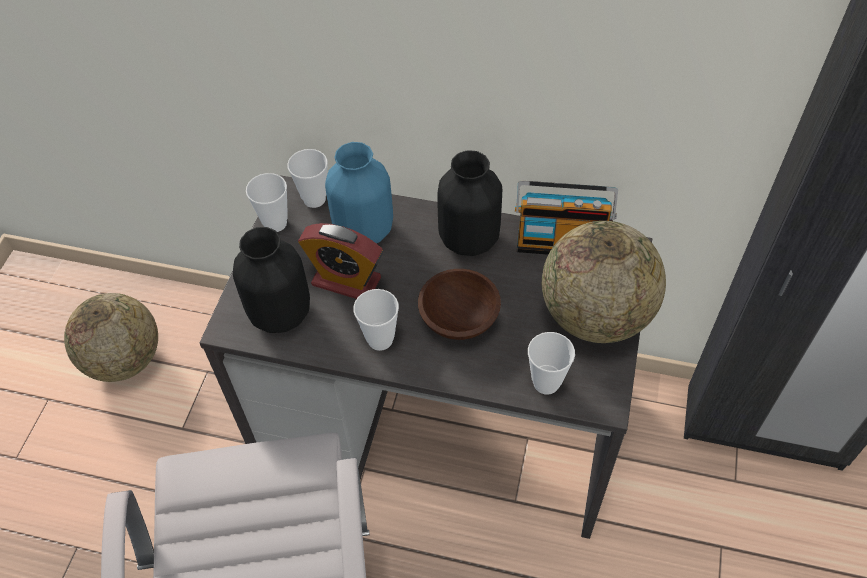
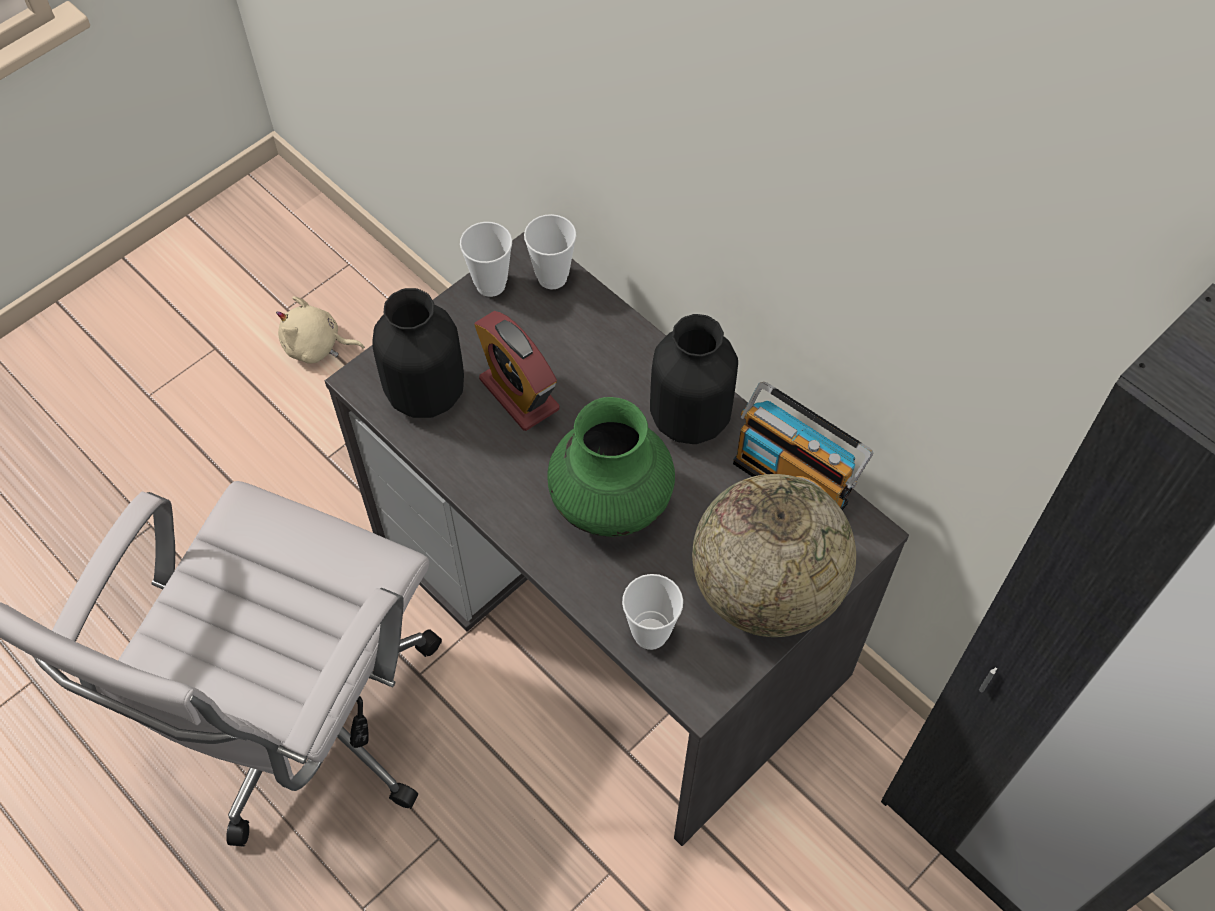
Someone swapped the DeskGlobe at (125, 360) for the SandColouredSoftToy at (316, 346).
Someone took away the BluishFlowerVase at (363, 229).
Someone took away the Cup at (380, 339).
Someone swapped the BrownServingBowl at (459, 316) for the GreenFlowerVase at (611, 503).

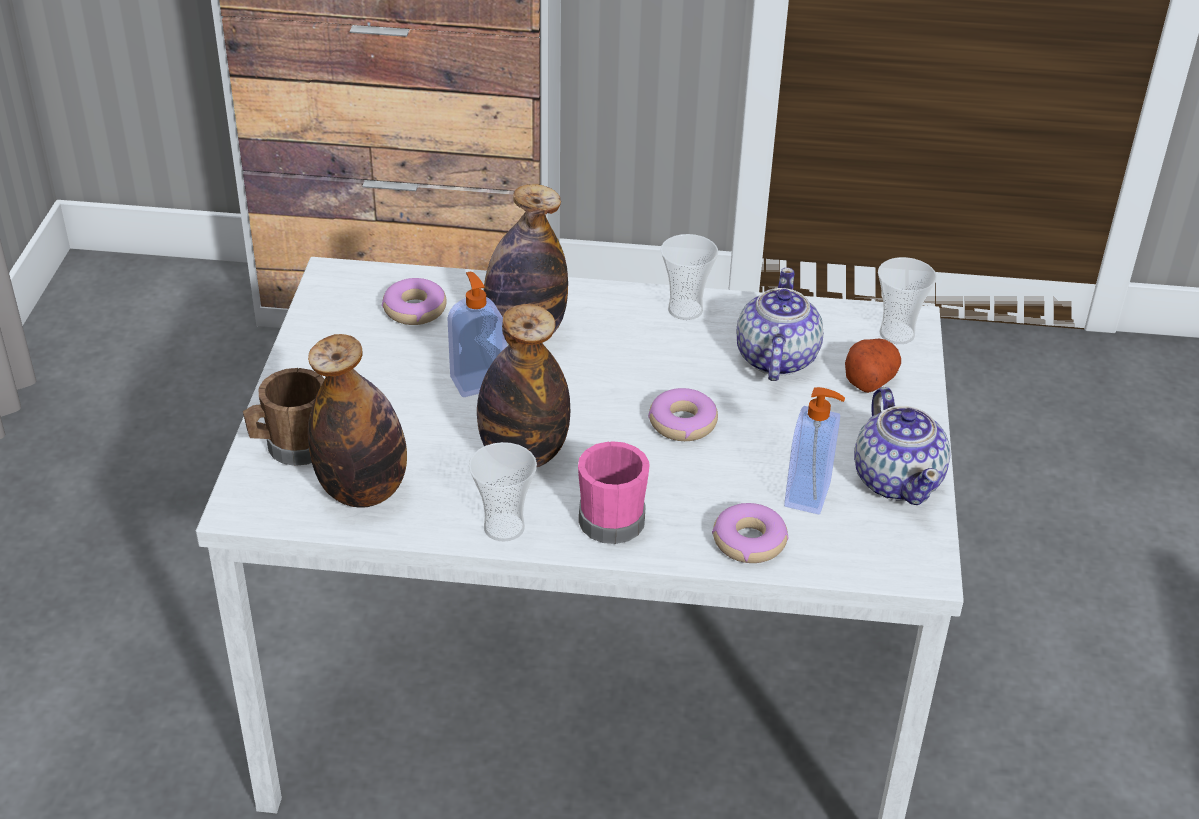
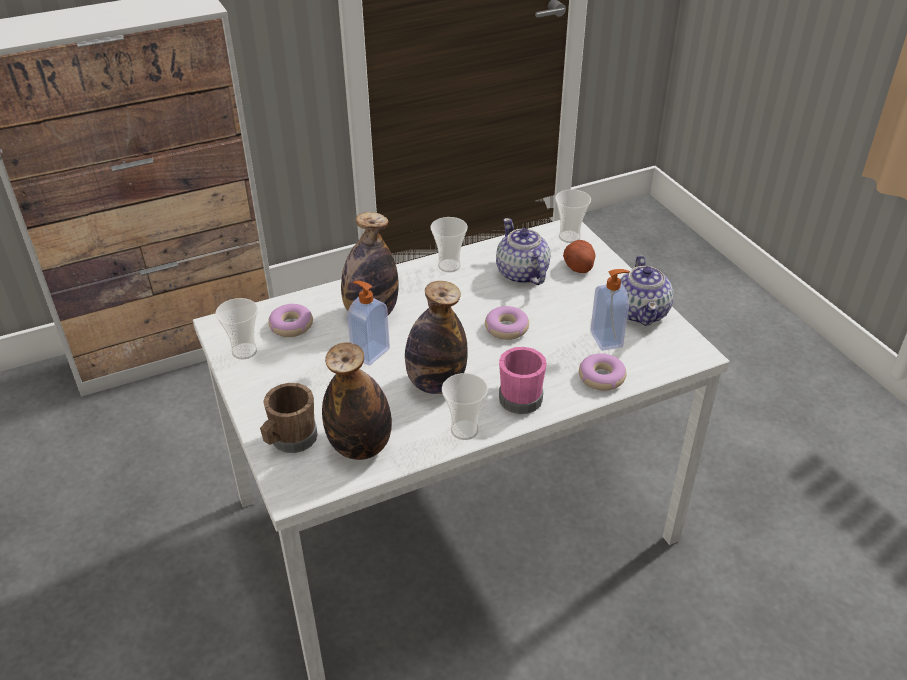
Someone rotated the Teapot at (897, 479) by 45 degrees clockwise.
Someone put down the Cup at (244, 351).

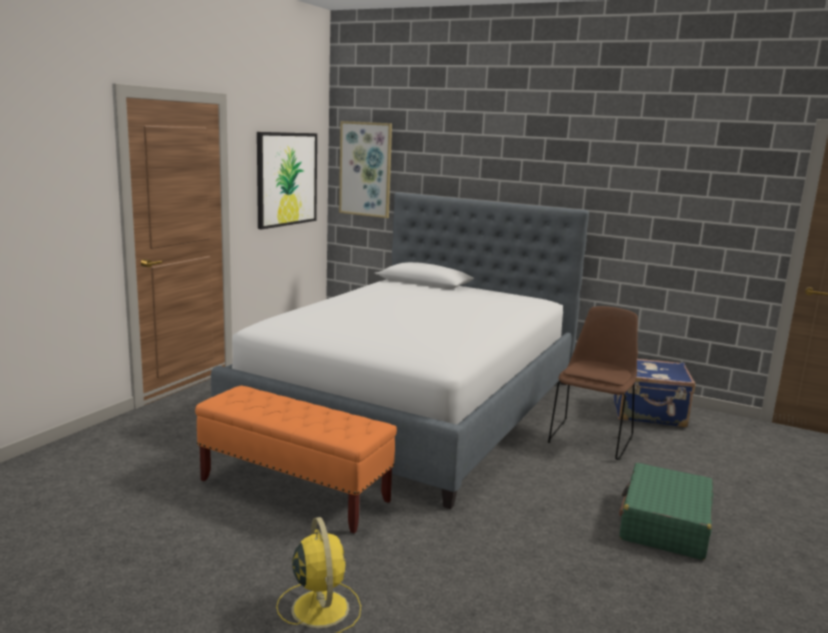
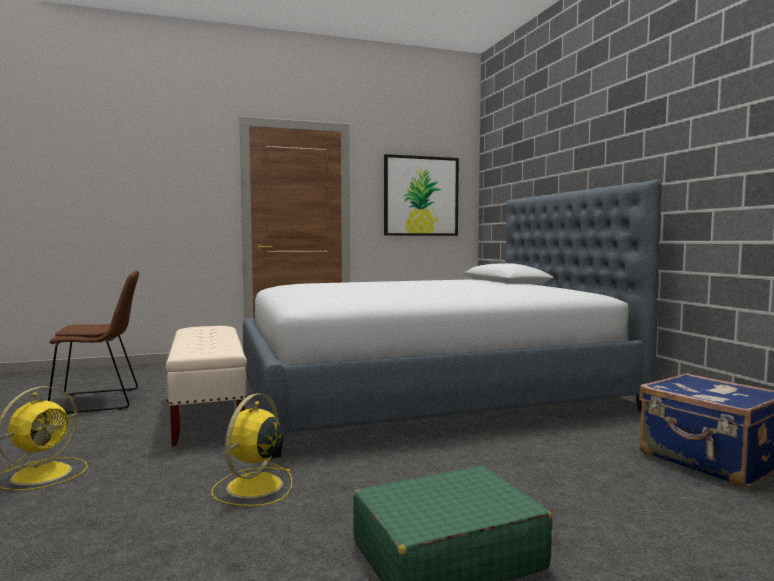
Someone repainted the OrangeColouredIndoorBench at (294, 491), which became the SandColouredIndoorBench at (208, 414).
Someone took away the WallArt at (365, 169).
Someone carried the BrownChair from (591, 438) to (100, 401).
Someone put down the YellowElectricFan at (253, 487).

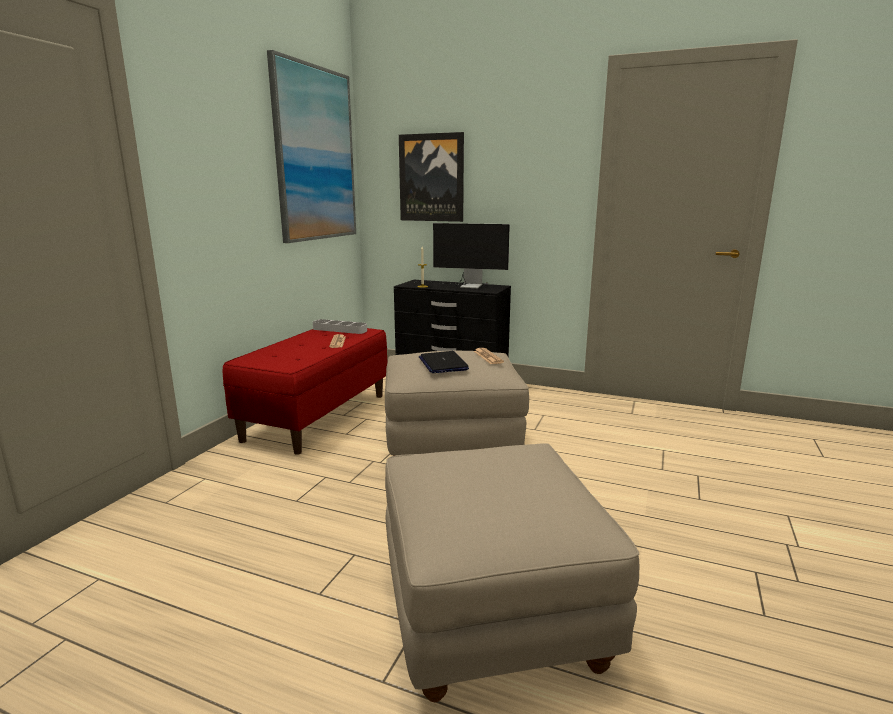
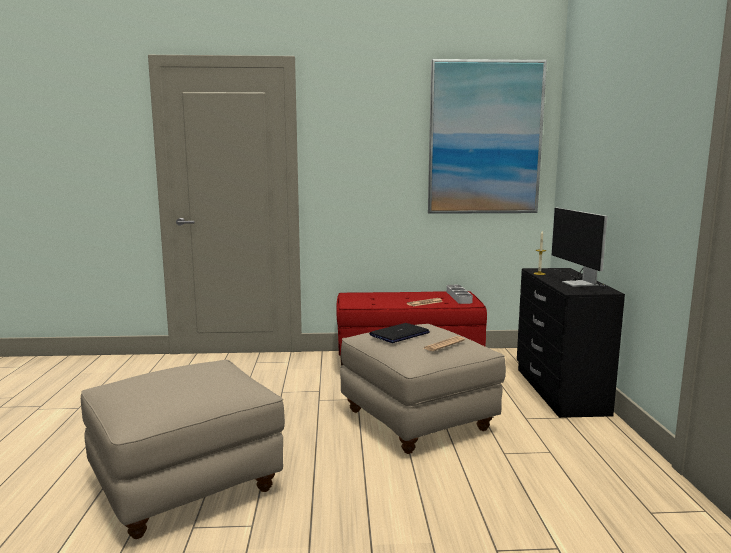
Someone took away the WallArt at (431, 178).

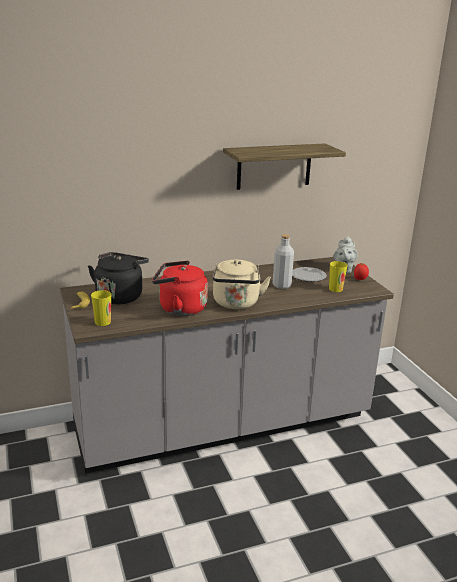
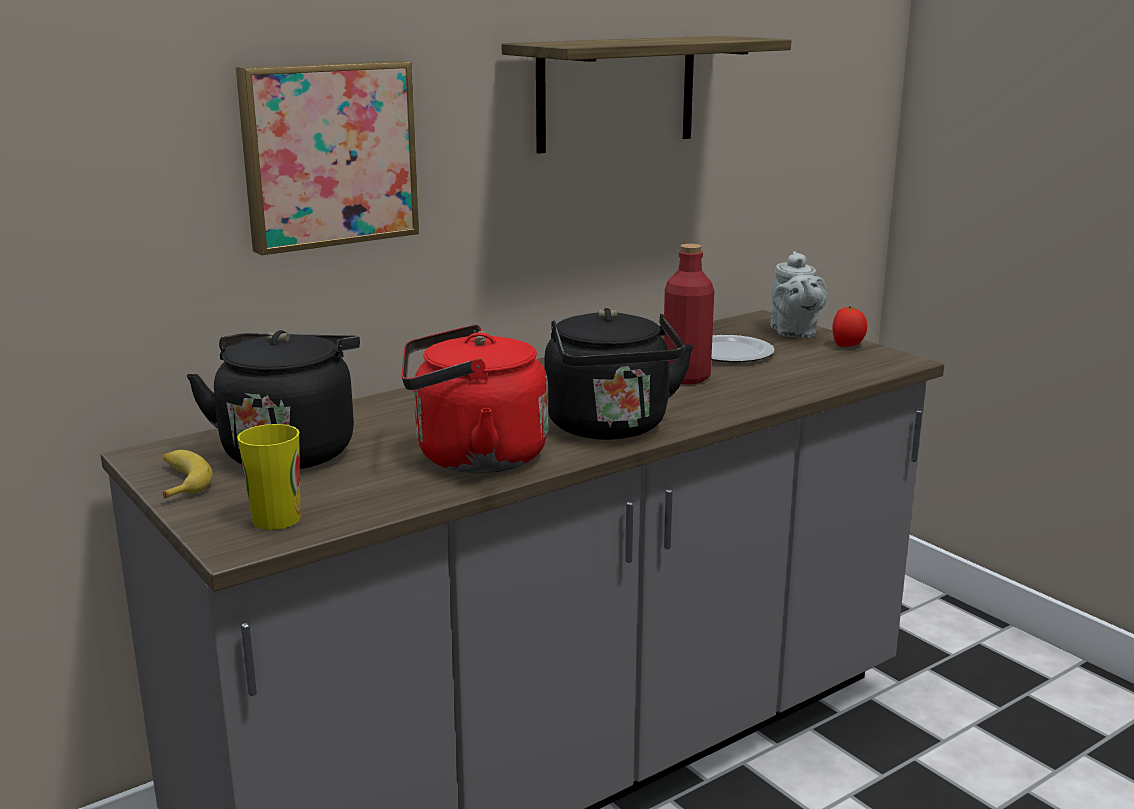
Someone repainted the SandColouredKettle at (236, 304), which became the BlackColouredKettle at (610, 428).
Someone repainted the GrayBeverageBottle at (281, 285), which became the RedColouredBeverageBottle at (686, 378).
Someone took away the Cup at (335, 289).
Someone put up the WallArt at (328, 154).

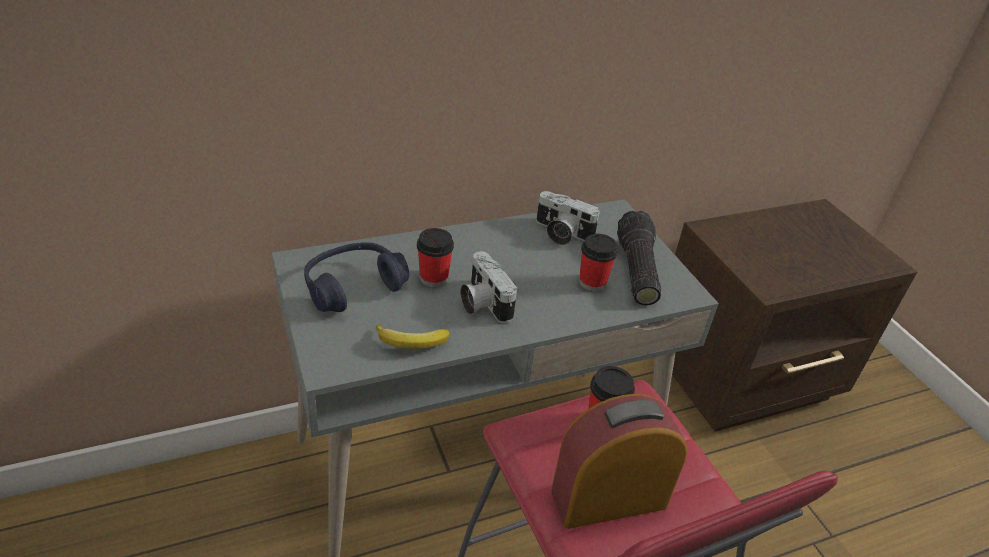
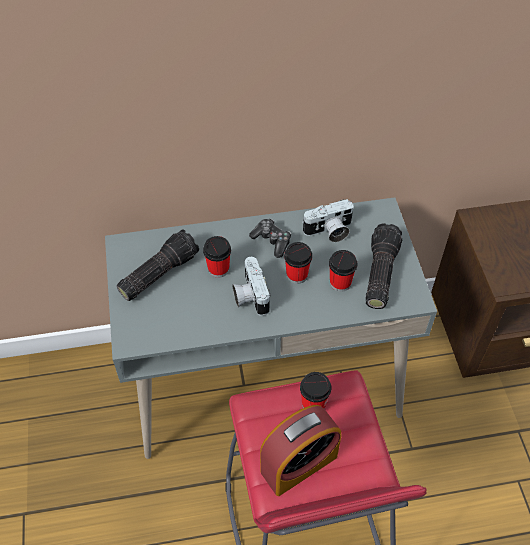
Someone swapped the BluishHeadphones at (353, 287) for the Flashlight at (158, 272).
Someone took away the BananaFruit at (411, 343).
Someone rotated the PhotoCamera at (561, 233) by 60 degrees counterclockwise.
Someone rotated the TableClock at (608, 498) by 150 degrees clockwise.
Someone put down the GameController at (272, 241).
Someone put down the Cup at (297, 275).

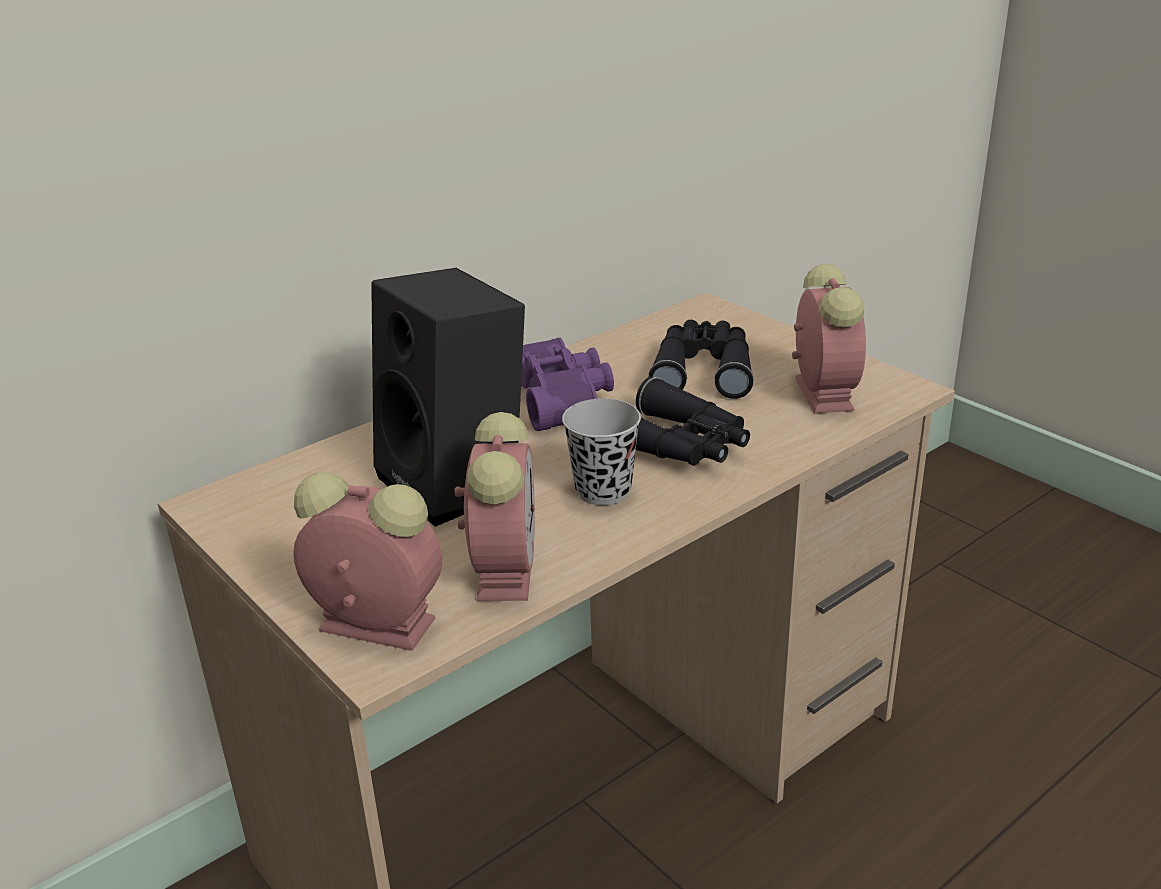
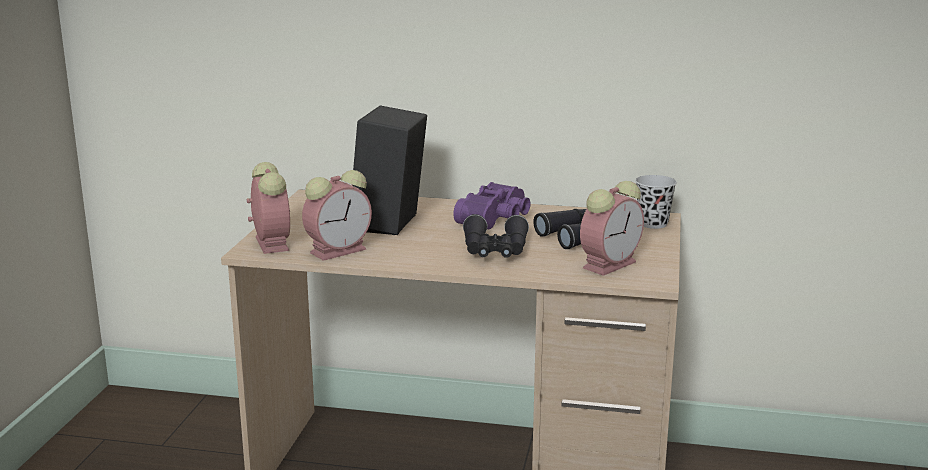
Someone carried the BlackColouredCup from (603, 491) to (653, 224).

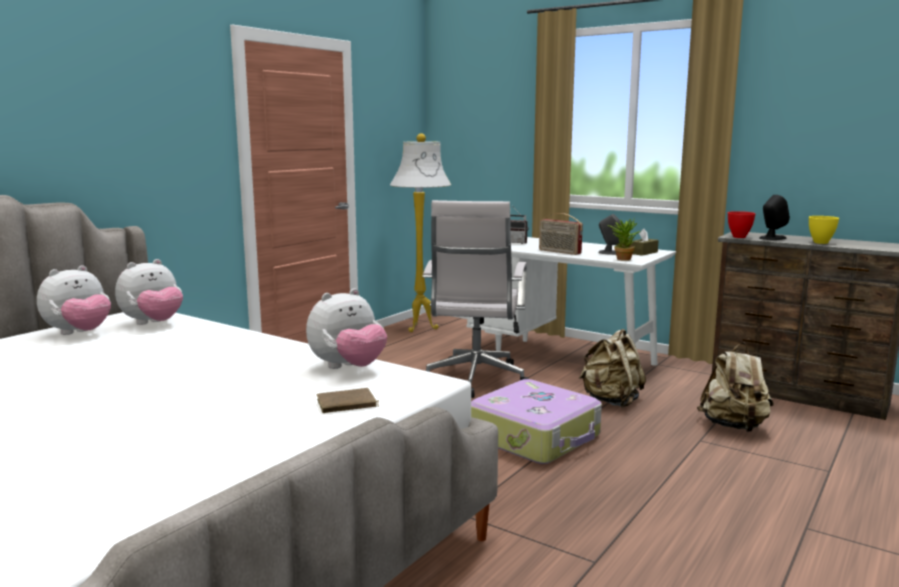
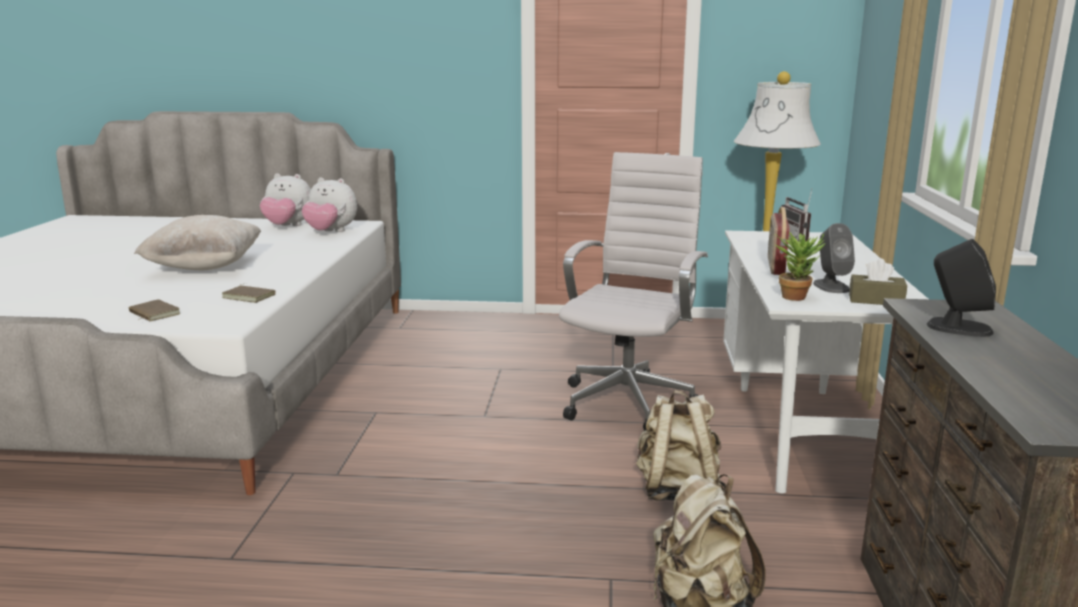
Someone swapped the SoftToy at (348, 368) for the BrownVolume at (250, 296).
Someone rotated the WhiteDeskChair at (475, 381) by 135 degrees clockwise.
Someone took away the PieceOfLuggage at (536, 436).
Someone took away the RedColouredServingBowl at (738, 237).
Someone took away the YellowServingBowl at (821, 243).
Someone put down the SandColouredThrowPillow at (204, 267).

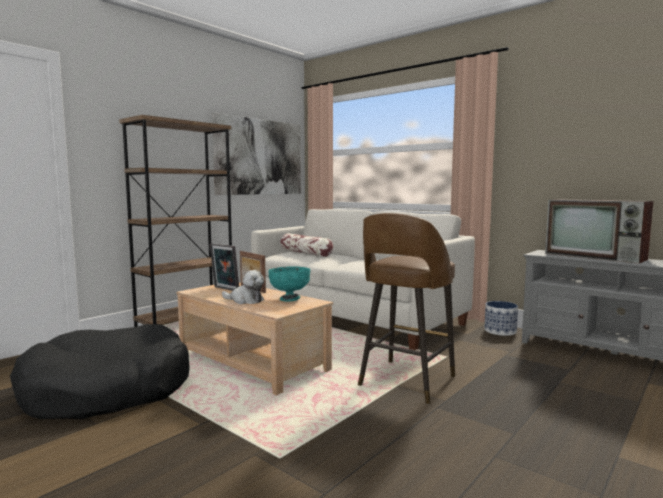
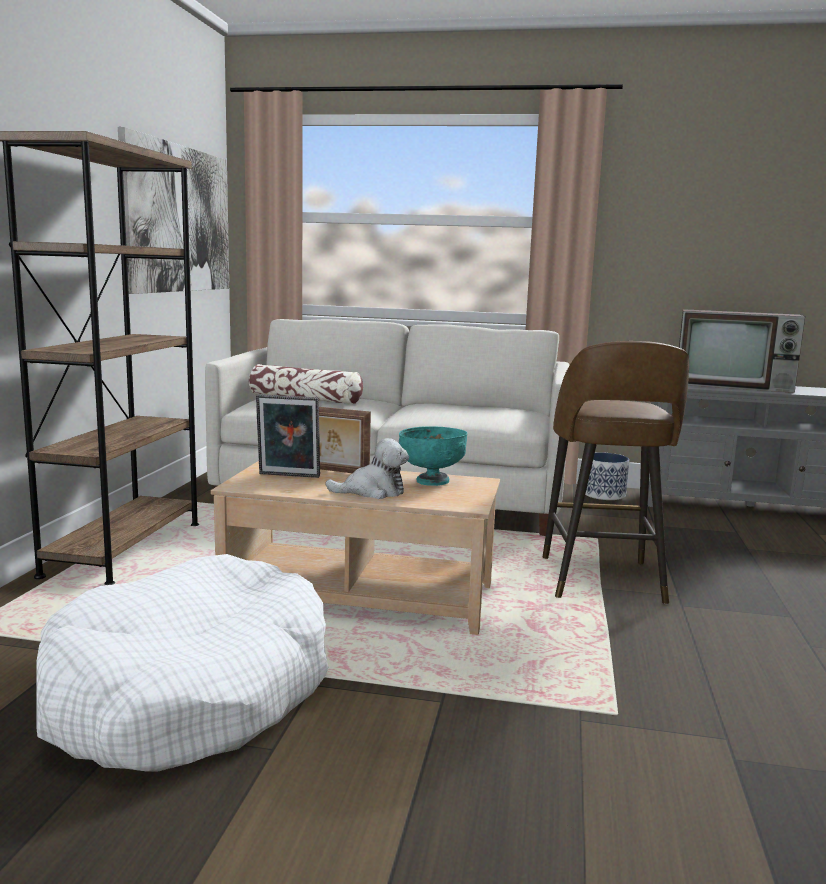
Someone repainted the BlackColouredPetBed at (107, 390), which became the WhitePetBed at (189, 692).

